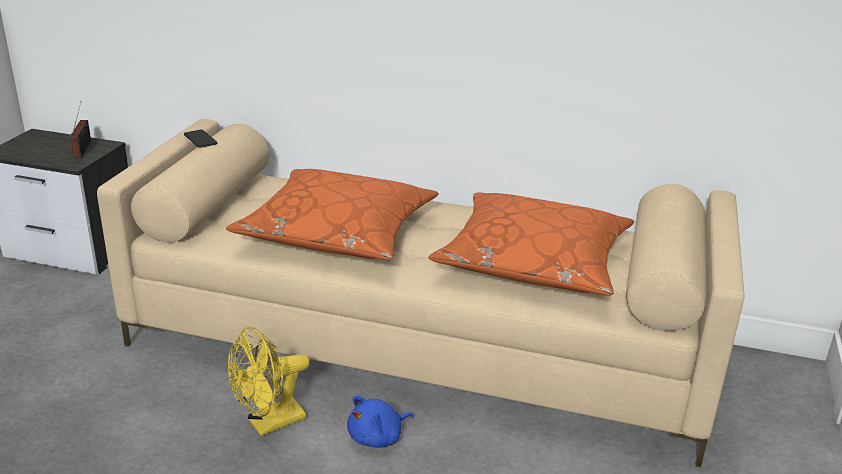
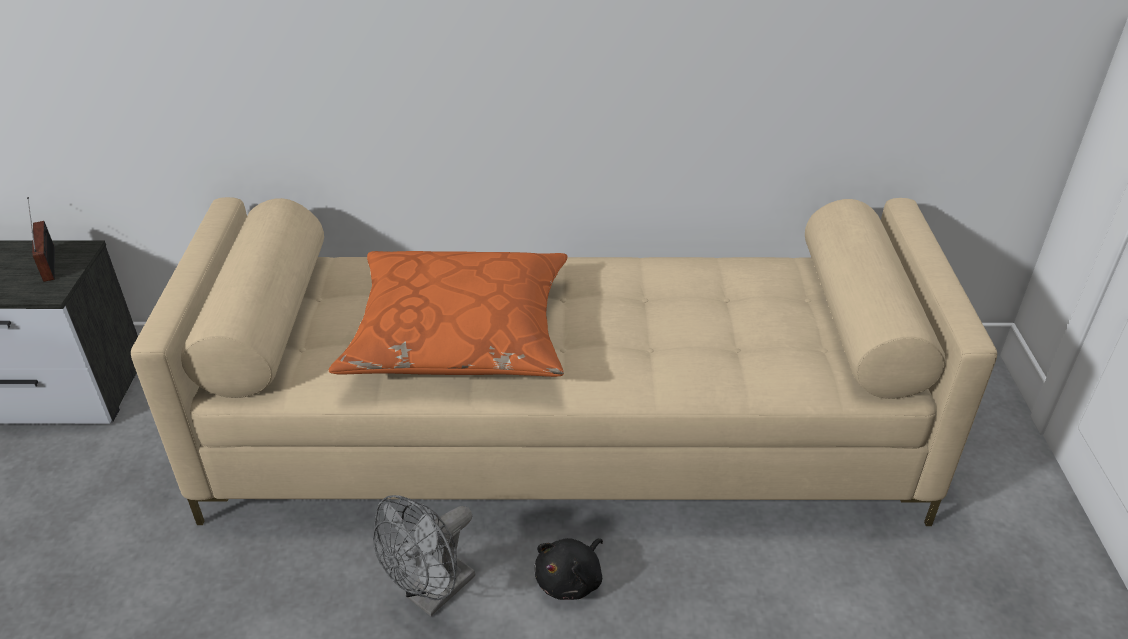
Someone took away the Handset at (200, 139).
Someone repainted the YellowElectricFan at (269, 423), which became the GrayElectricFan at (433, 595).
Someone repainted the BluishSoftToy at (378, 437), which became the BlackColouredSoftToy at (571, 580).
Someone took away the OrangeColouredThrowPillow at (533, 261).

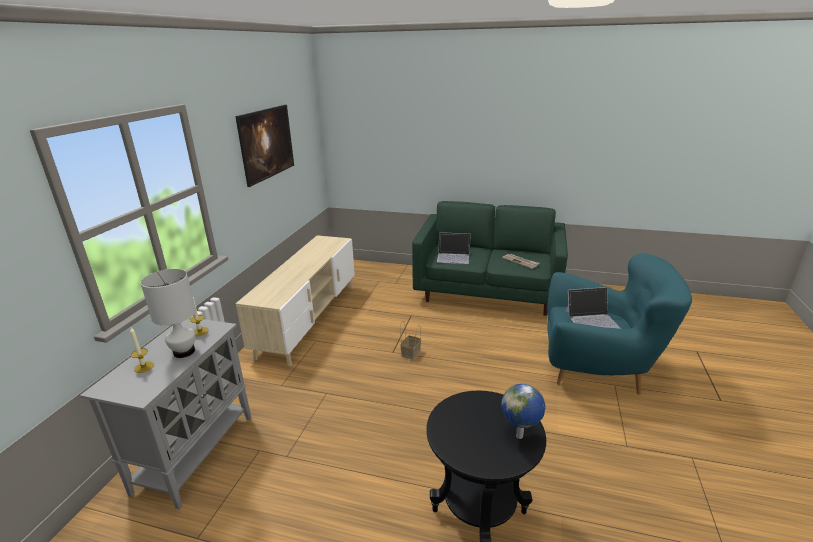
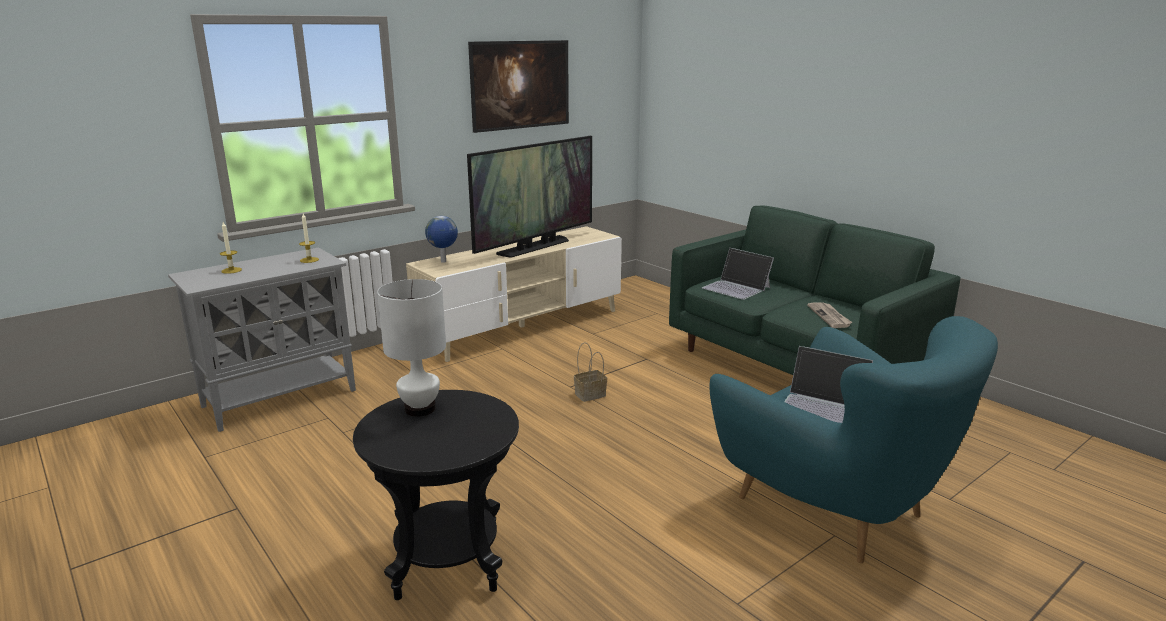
Someone carried the WhiteTabletopLamp from (184, 352) to (420, 409).
Someone carried the DeskGlobe from (520, 436) to (443, 262).
Someone put down the TvSet at (535, 247).

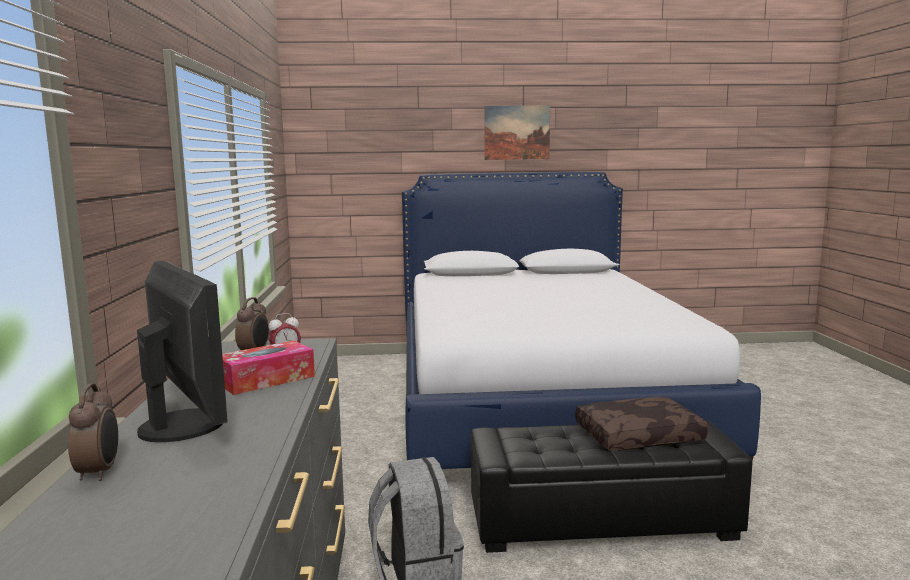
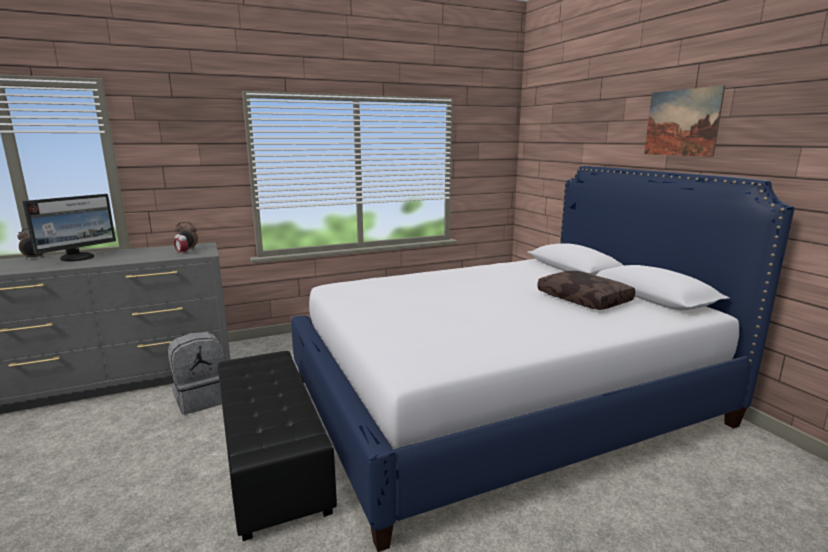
Someone took away the BoxOfTissues at (266, 380).
Someone carried the BrownThrowPillow from (638, 435) to (585, 299).

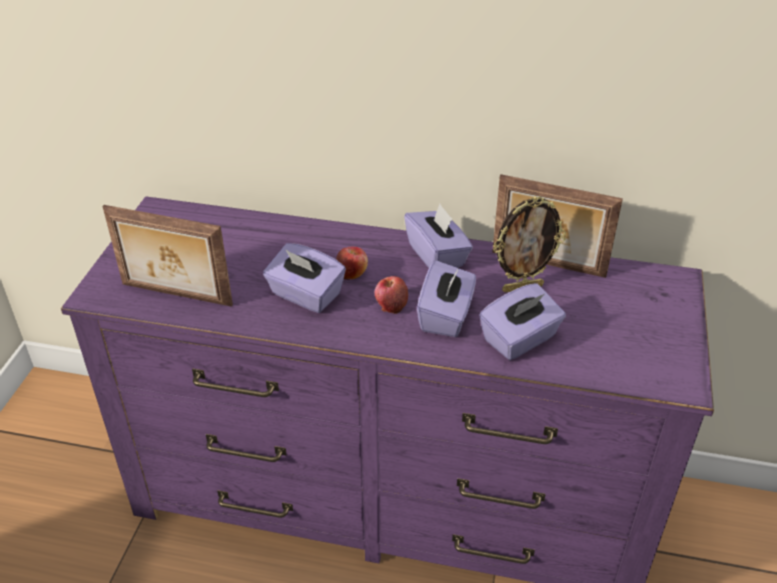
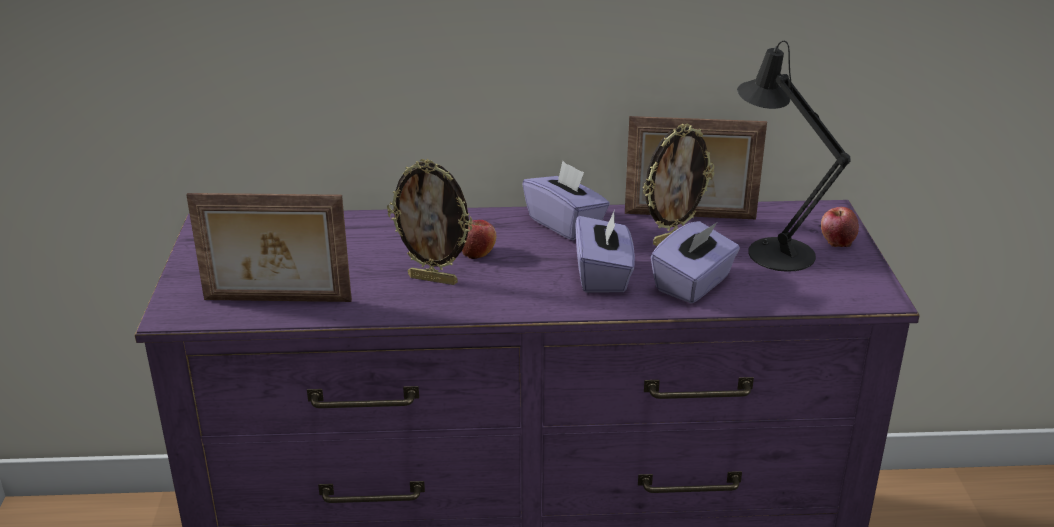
Someone swapped the PurpleBoxOfTissues at (305, 295) for the StandingFrame at (433, 279).
Someone carried the WholeApple from (391, 305) to (837, 240).
Someone put down the BlackColouredTabletopLamp at (773, 250).

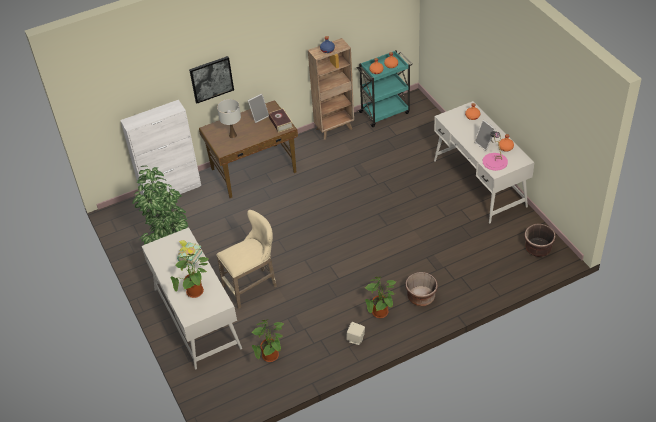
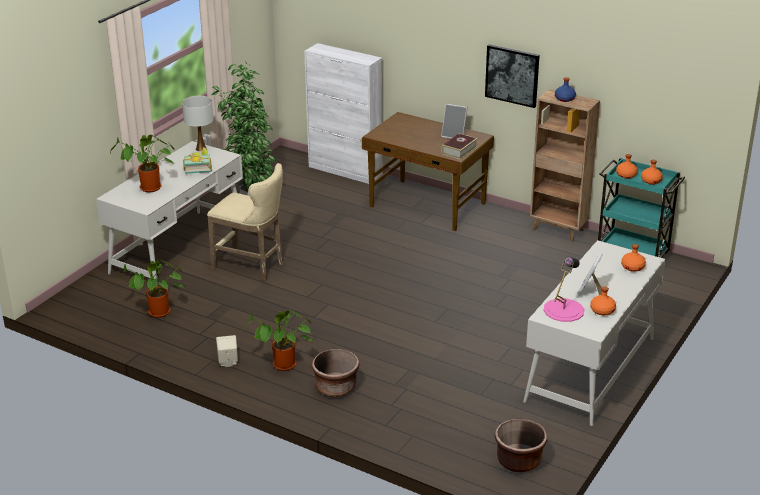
Someone carried the WallArt from (211, 79) to (512, 75).
Someone carried the WhiteTabletopLamp from (232, 135) to (201, 148).

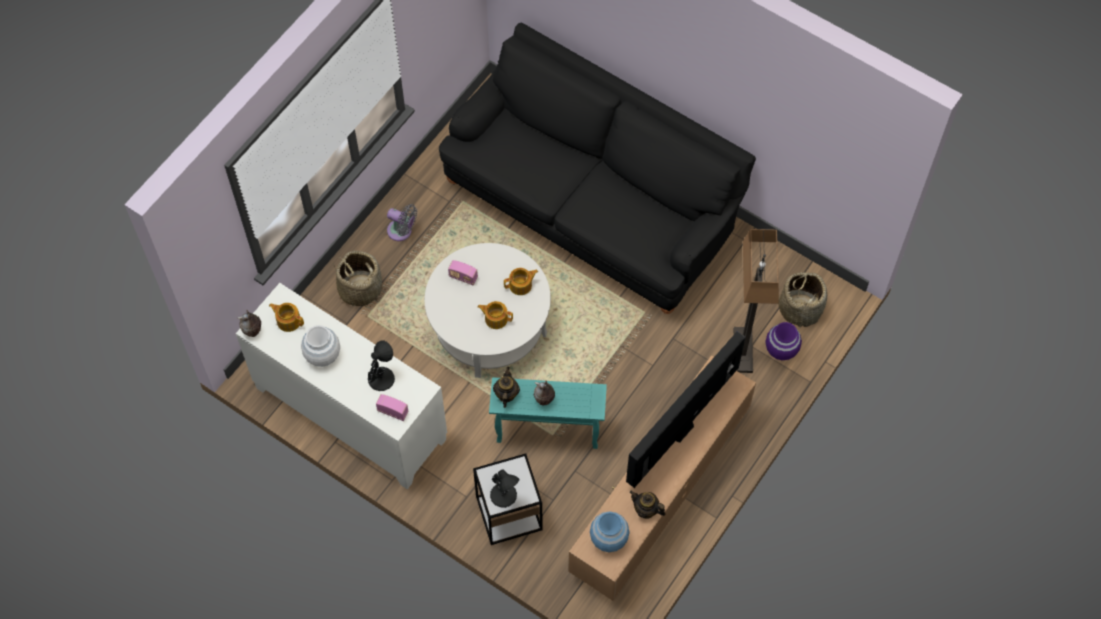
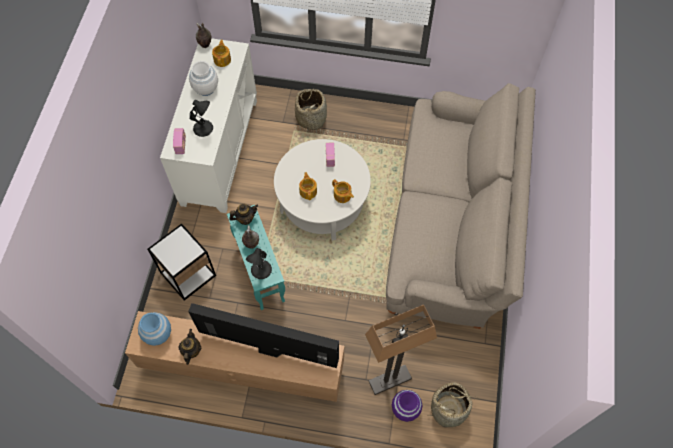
Someone took away the GrayElectricFan at (402, 231).
Someone repainted the BlackColouredSettee at (591, 206), which became the SandColouredSettee at (451, 226).
Someone carried the BlackColouredTabletopLamp from (504, 496) to (260, 270).

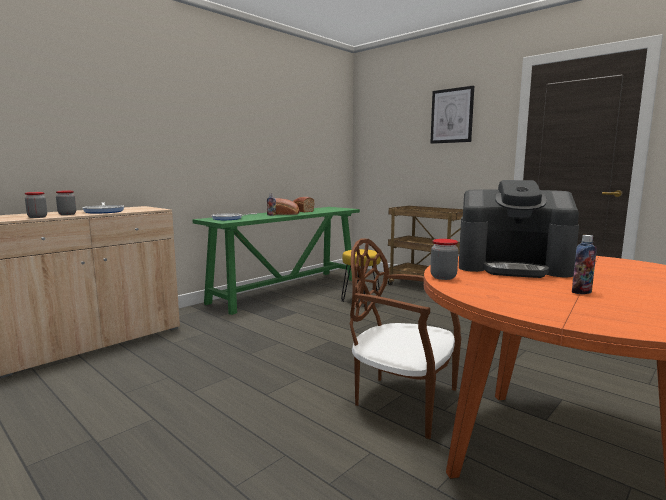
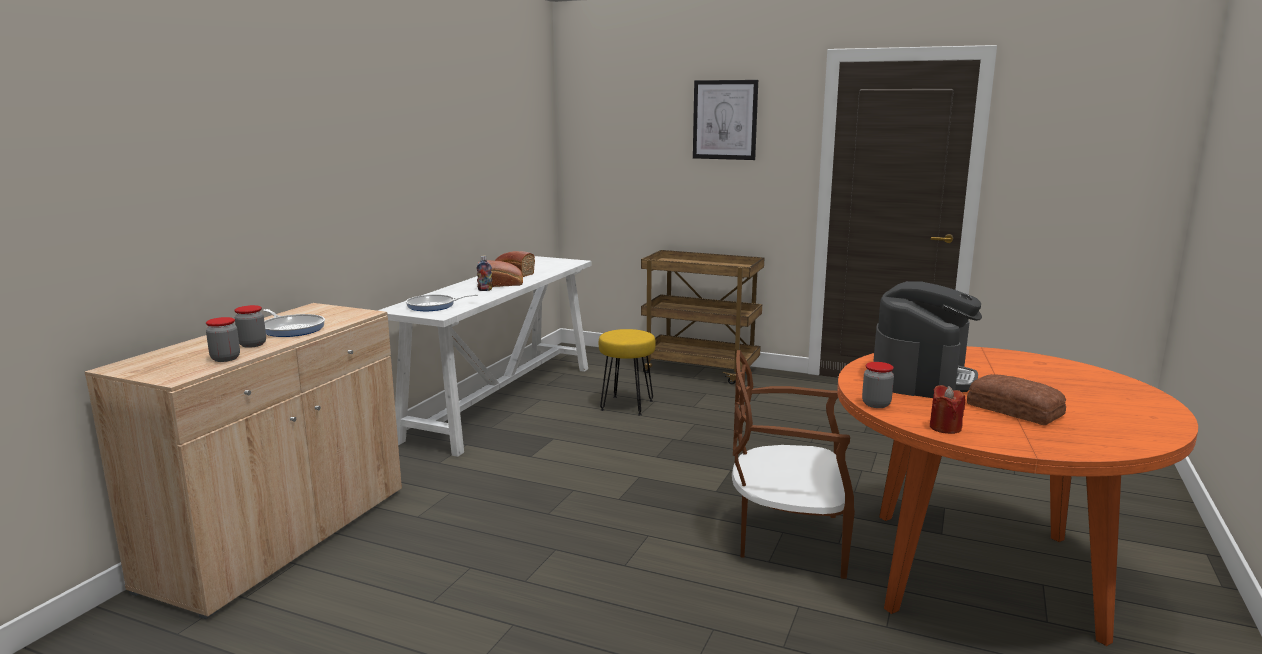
Someone repainted the GreenNarrowTable at (287, 290), which became the WhiteNarrowTable at (503, 401).
Someone rotated the CoffeeMachine at (513, 267) by 60 degrees counterclockwise.
Someone swapped the BeverageBottle at (581, 292) for the BakeryBread at (1014, 409).
Someone put down the RedColouredCandle at (945, 428).

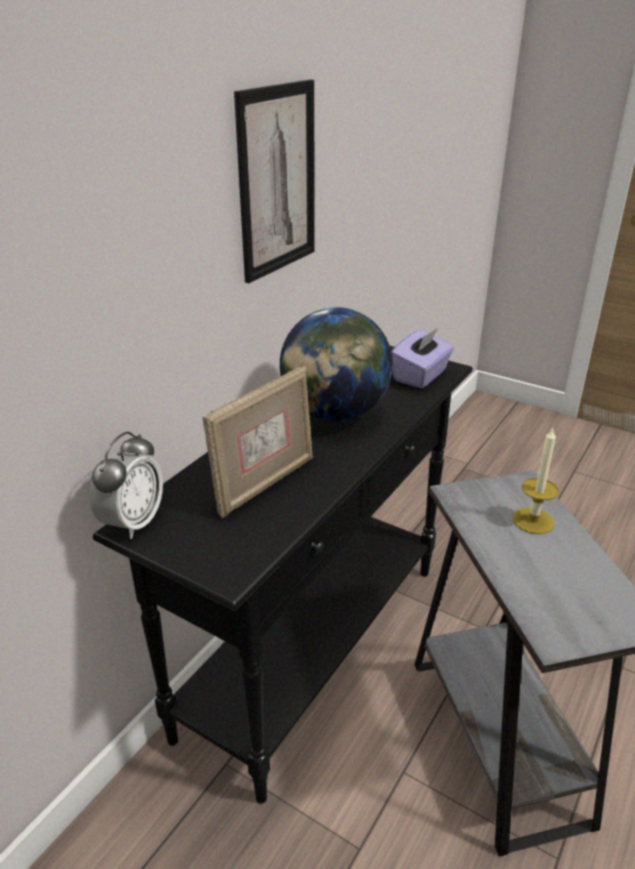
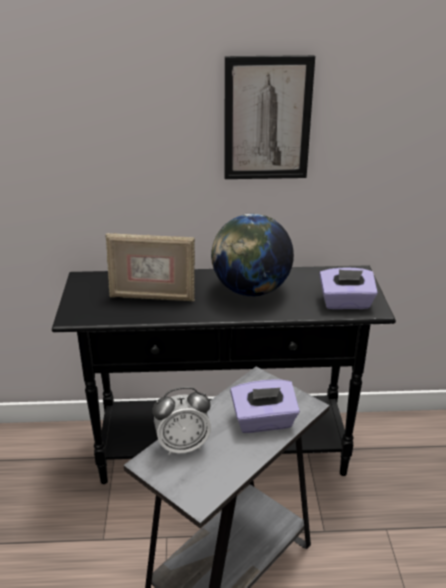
Someone carried the TableClock from (133, 523) to (183, 445).
Someone swapped the Candle at (533, 520) for the PurpleBoxOfTissues at (264, 421).

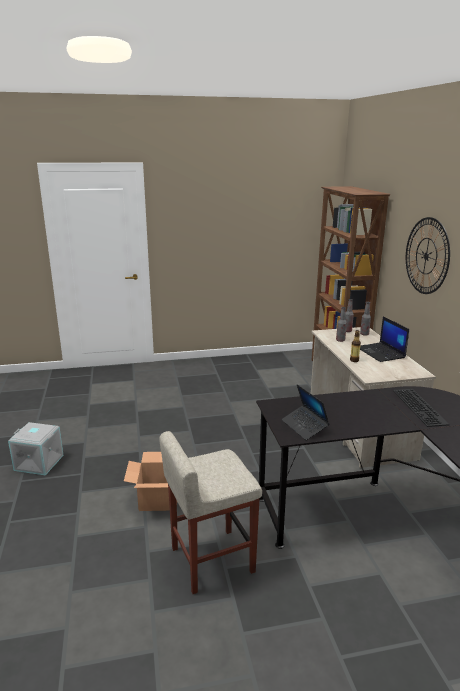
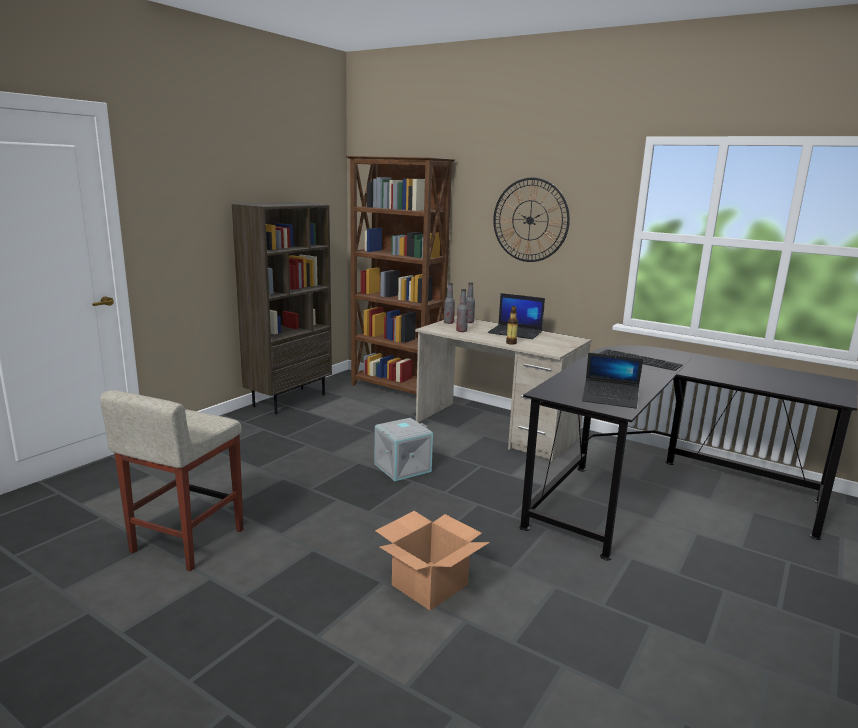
Someone carried the GrayStorageBox from (39, 462) to (402, 467).
Someone carried the SandColouredStool from (211, 560) to (186, 541).
Someone put down the BrownBookcase at (289, 400).

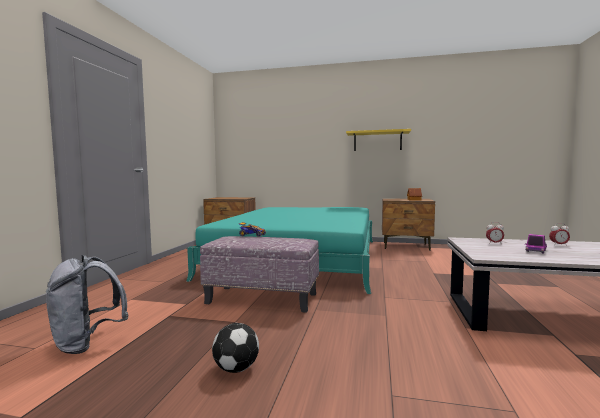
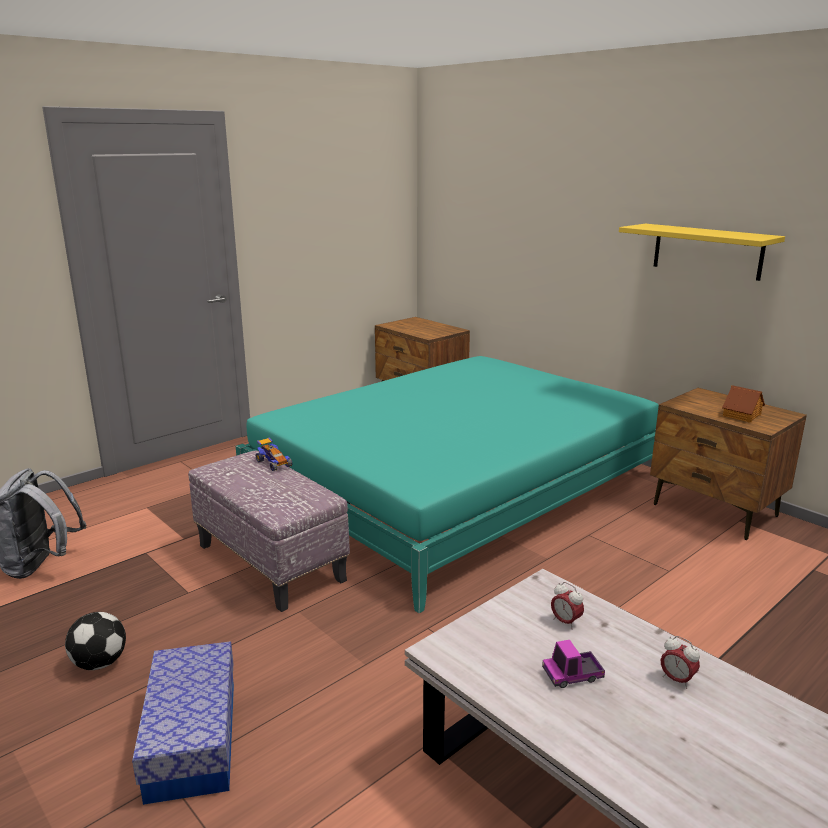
Someone put down the StorageBox at (193, 739).

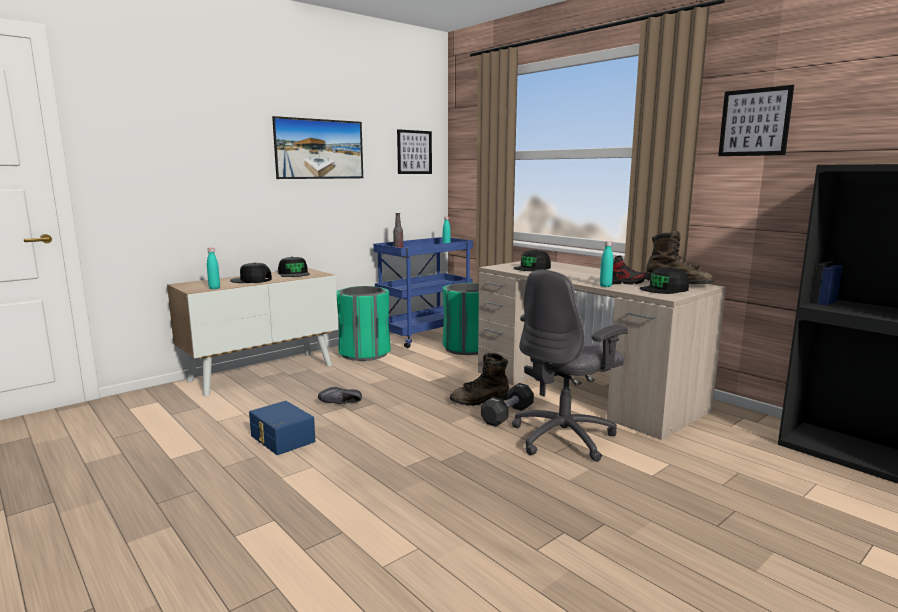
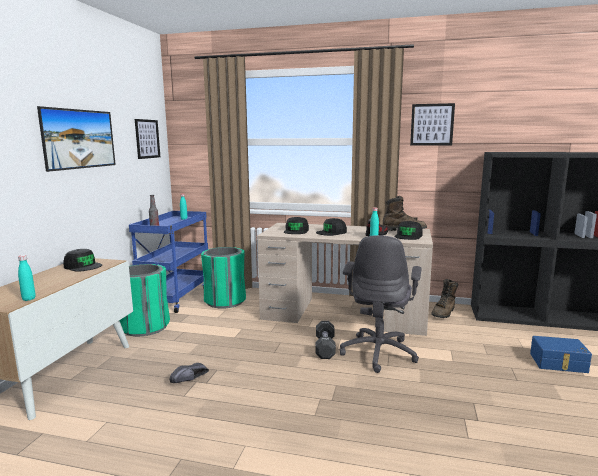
Someone carried the BlackColouredPeakedCap from (251, 280) to (331, 232).
Someone carried the BluishStorageBox from (281, 439) to (558, 363).
Someone carried the BrownHighTopBoot from (480, 401) to (444, 313).

